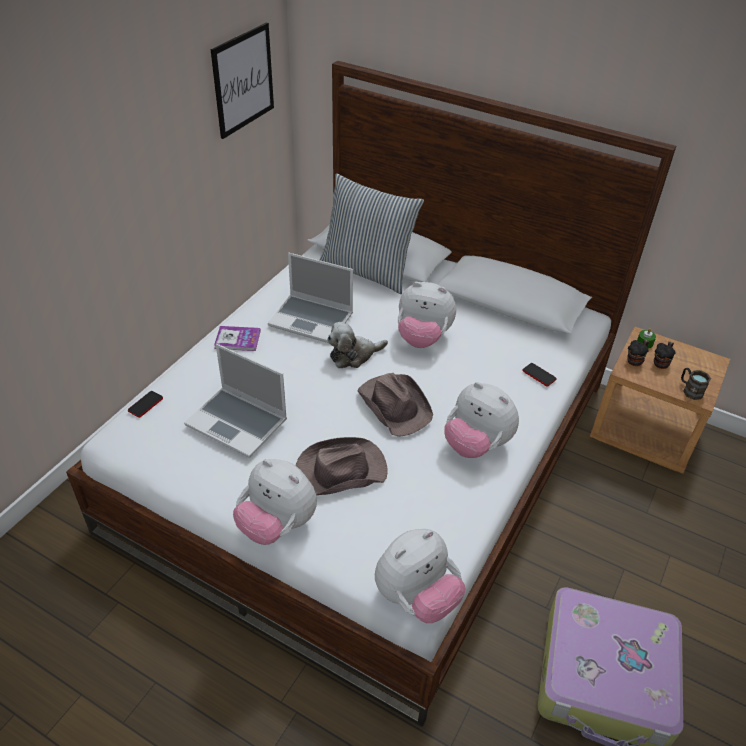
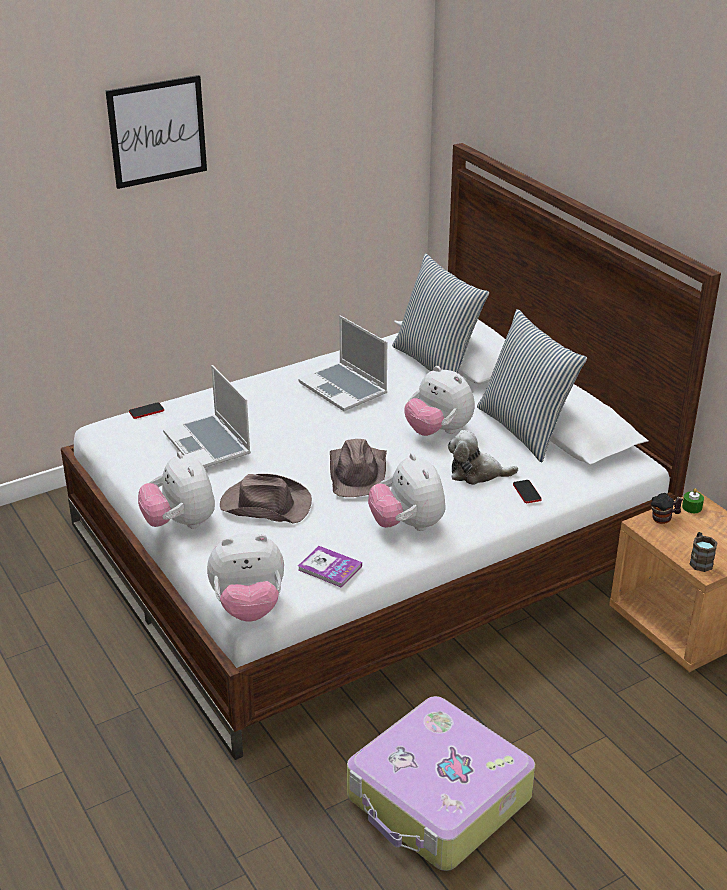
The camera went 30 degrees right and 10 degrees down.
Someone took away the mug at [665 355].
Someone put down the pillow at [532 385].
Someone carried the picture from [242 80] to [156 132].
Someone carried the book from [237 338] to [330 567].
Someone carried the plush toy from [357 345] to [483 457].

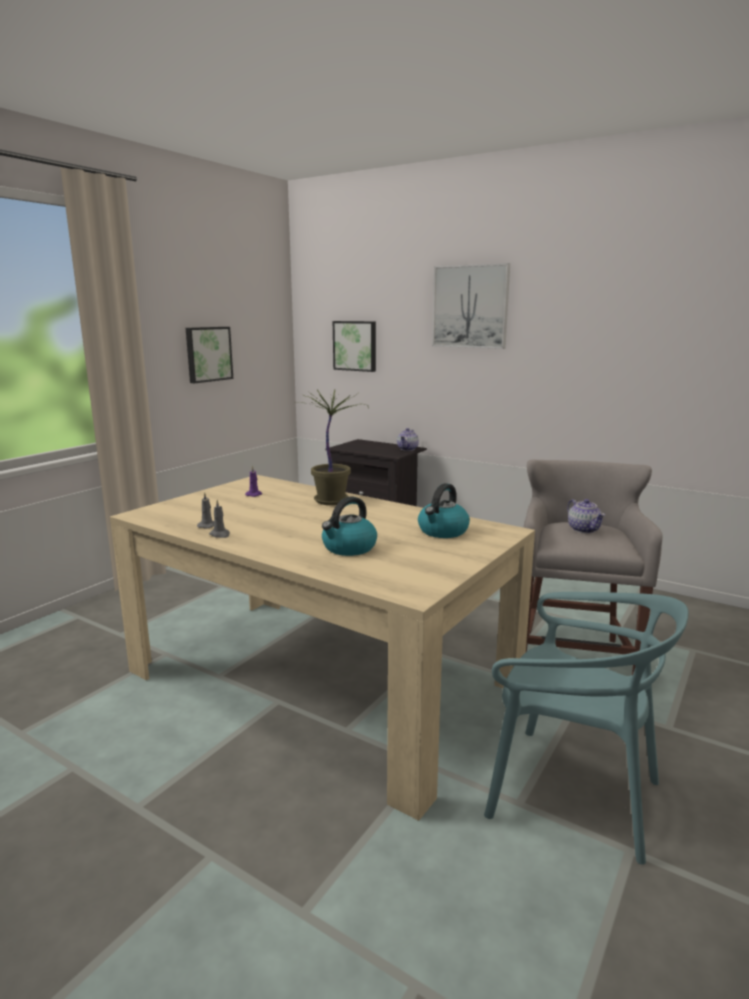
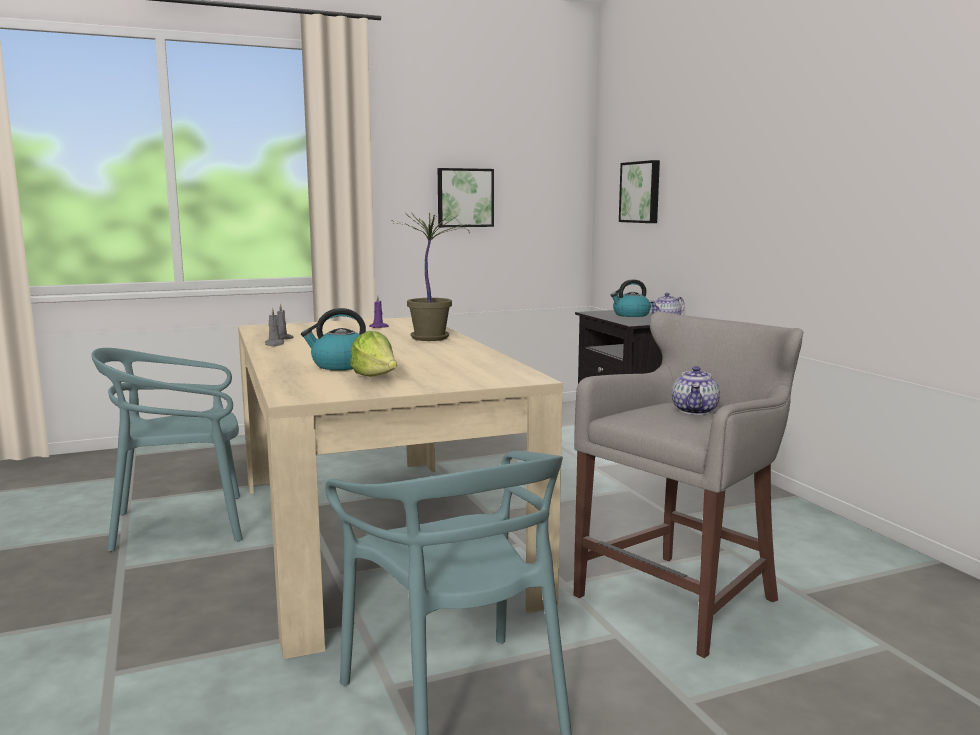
The camera went 35 degrees right and 5 degrees down.
Someone took away the picture at [471 306].
Someone put down the turquoise chair at [167 450].
Someone put down the lettuce at [373 354].
Someone carried the kettle from [444 510] to [631 298].

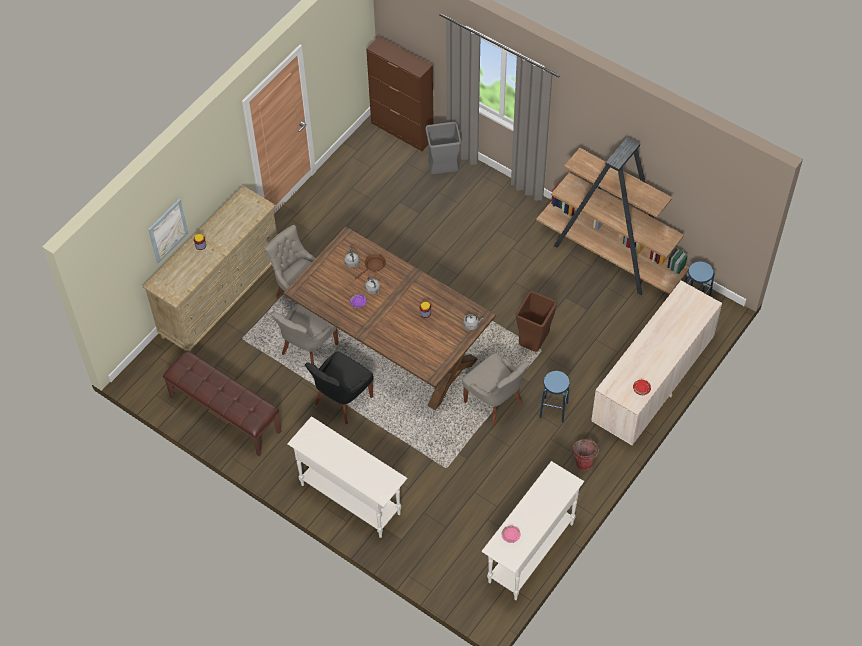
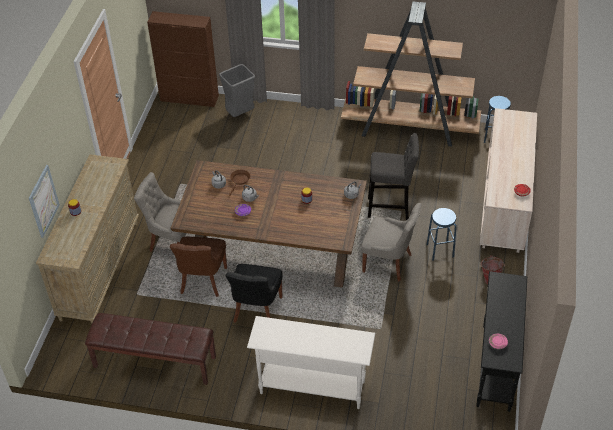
The camera went 25 degrees left and 10 degrees down.
Someone swapped the brown trash can at [536 321] for the grey stool at [393 176].
Someone repainted the grey chair at [305 334], which became the brown chair at [198 267].
Someone repainted the white console table at [532 530], which became the black console table at [501 341].

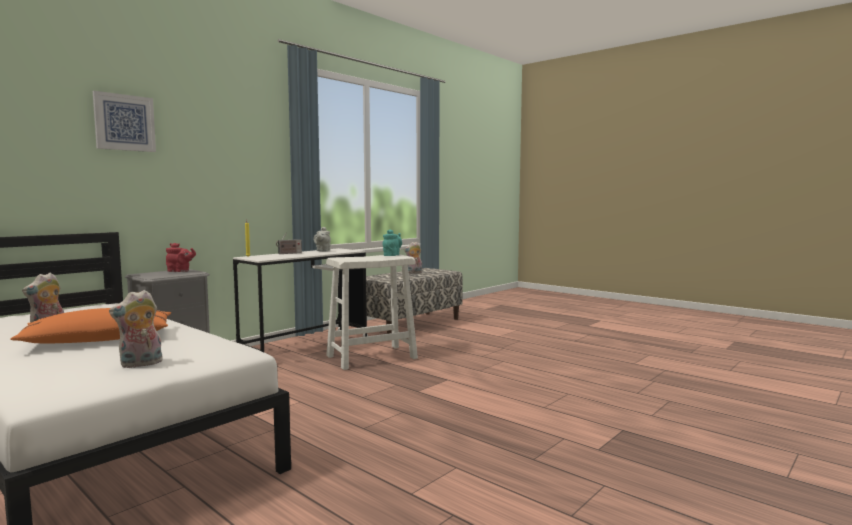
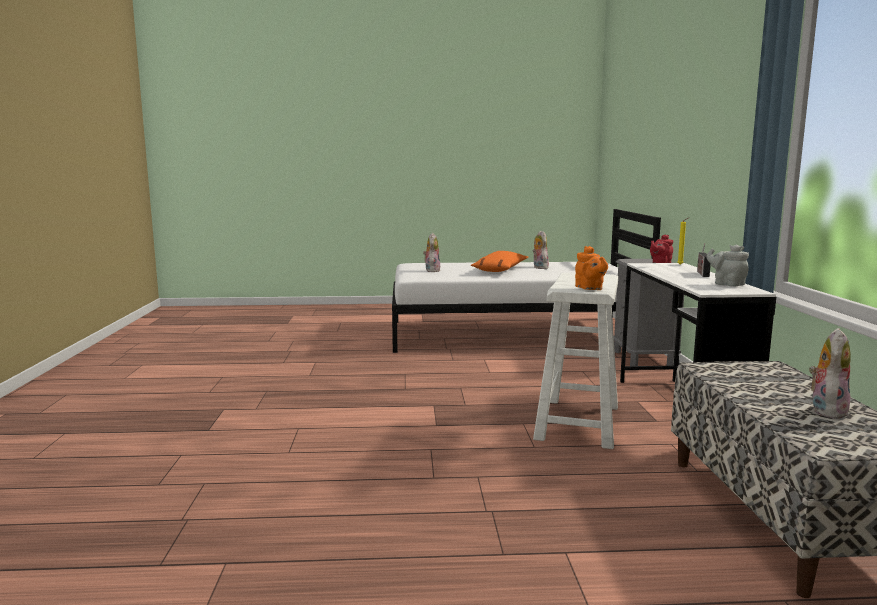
The camera went 135 degrees right and 5 degrees up.
Someone took away the picture at [124 121].
Someone repainted the turquoise teapot at [392 243], which became the orange teapot at [591 268].

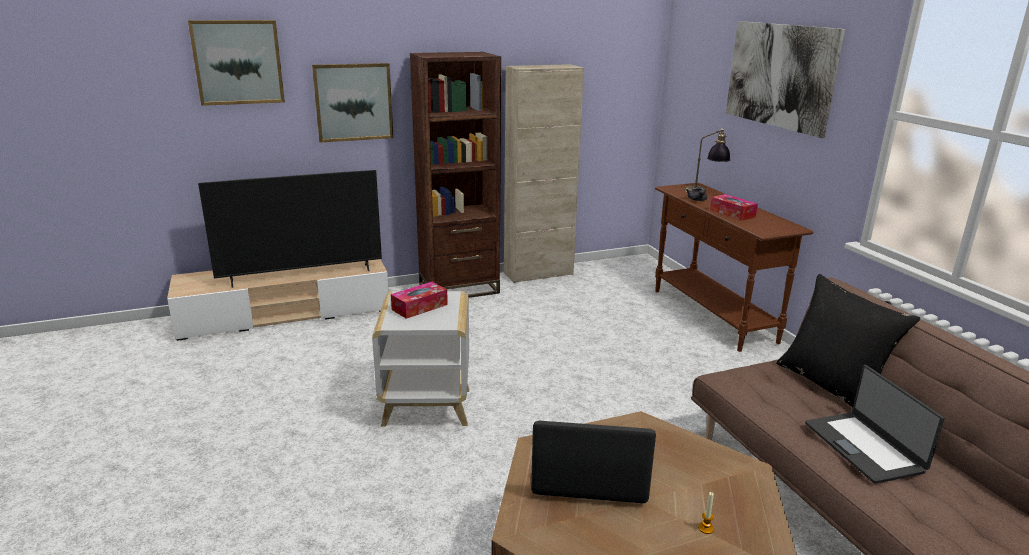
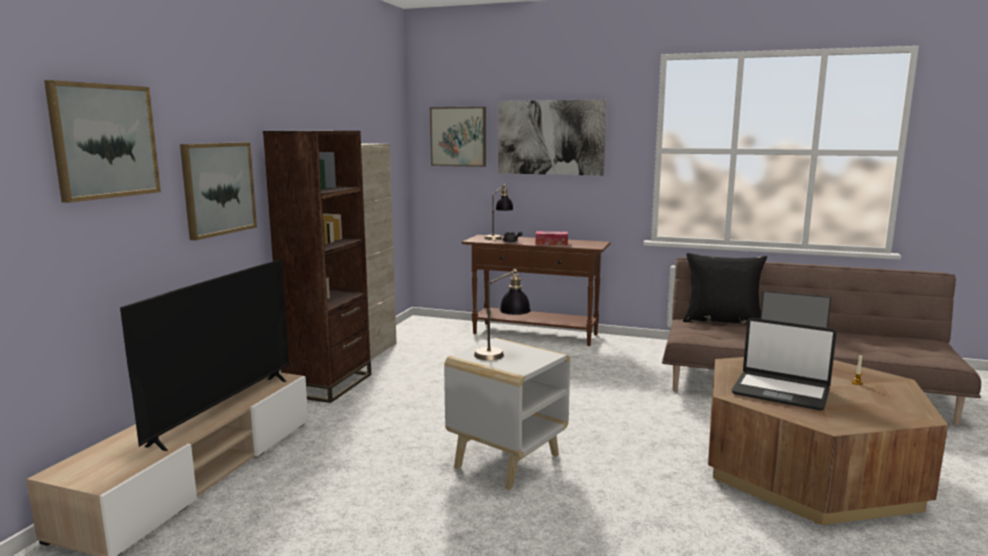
The camera went 50 degrees left and 10 degrees down.
Someone put up the picture at [458 137].
Someone swapped the tissue box at [419 300] for the table lamp at [502 314].
Someone rotated the laptop at [593 462] by 105 degrees counterclockwise.

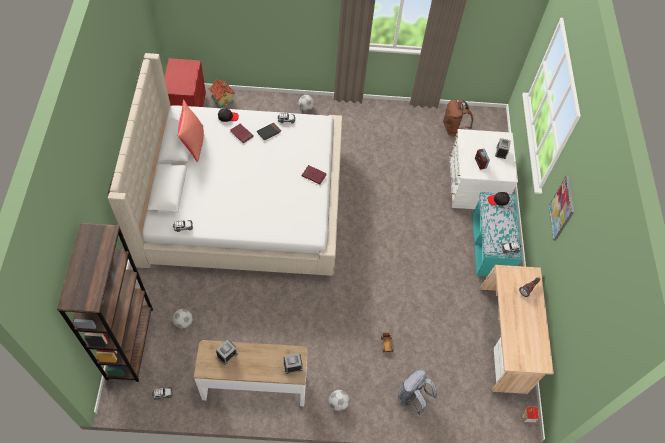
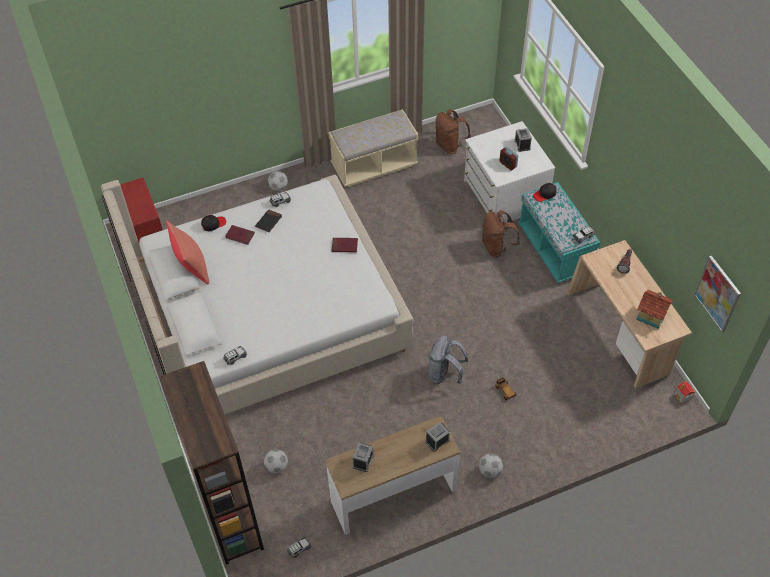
The camera went 20 degrees left and 5 degrees down.
Someone put down the beige bench at [373 148].
Someone put down the brown backpack at [501 234].
Someone carried the toy house from [222 93] to [654 309].
Someone carried the grey backpack from [417 392] to [448 359].
Someone carried the picture from [561 208] to [718 294].

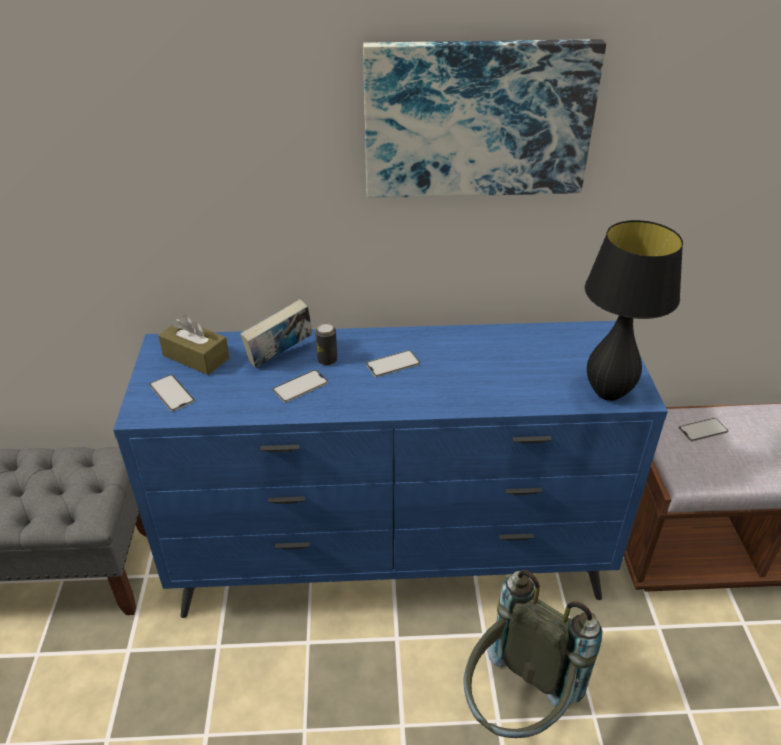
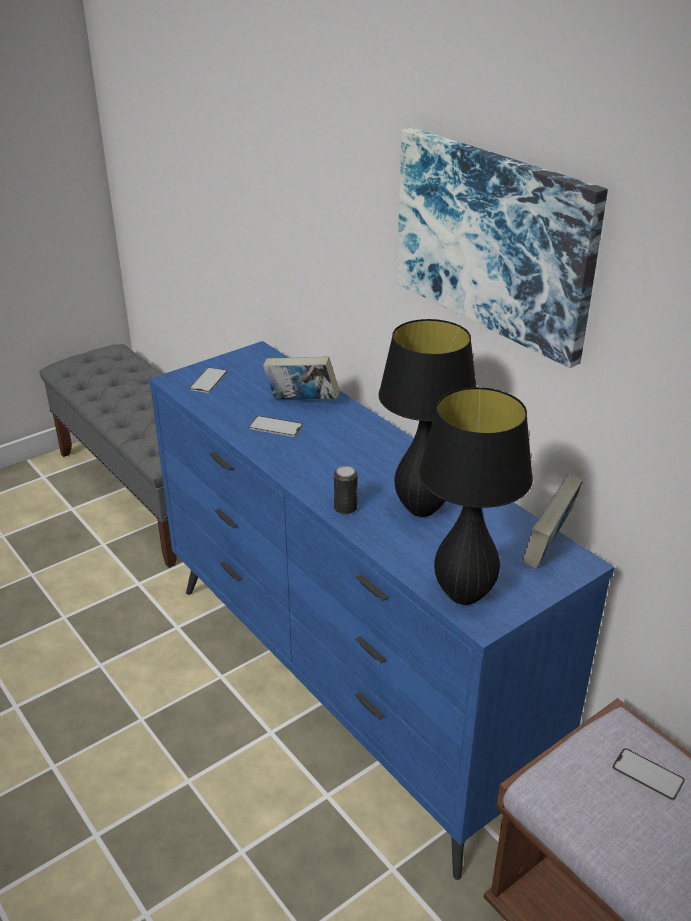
The camera went 55 degrees right and 5 degrees down.
Someone took away the brown tissue box at [194 345].
Someone took away the phone at [393 363].
Someone took away the grey backpack at [533 654].
Someone put down the black table lamp at [427 418].
Someone put down the book at [553 521].
Someone carried the can from [326 344] to [345 490].

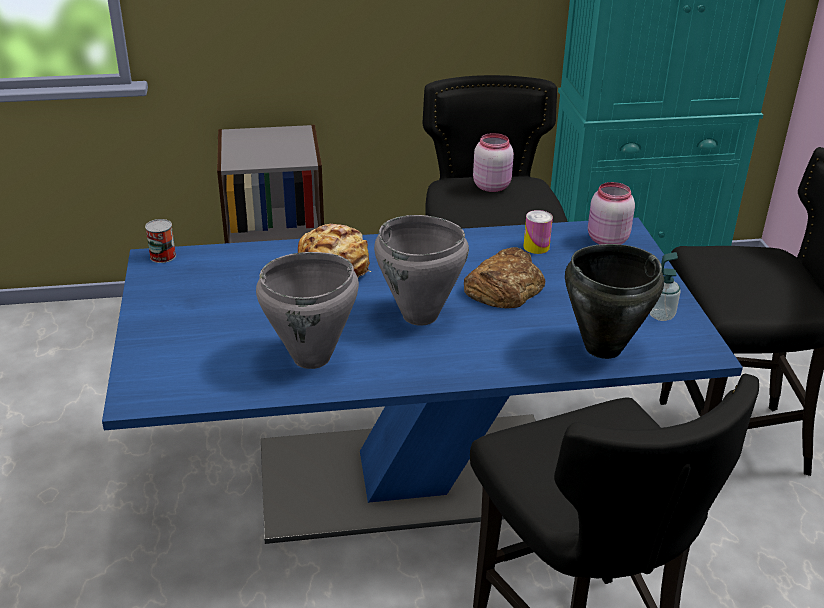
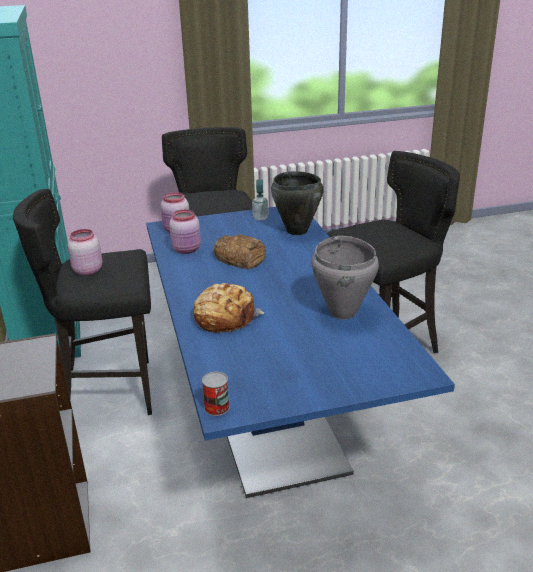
The camera went 95 degrees left and 5 degrees down.
Someone took away the grey cooking pot at [421 270].
Someone swapped the can at [538 232] for the pink jar at [185 231].

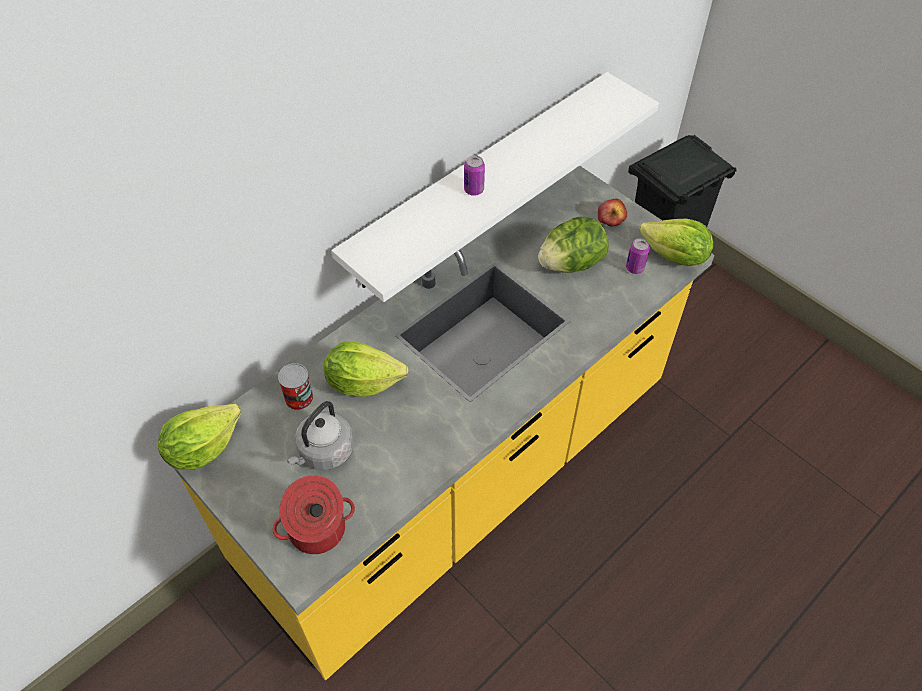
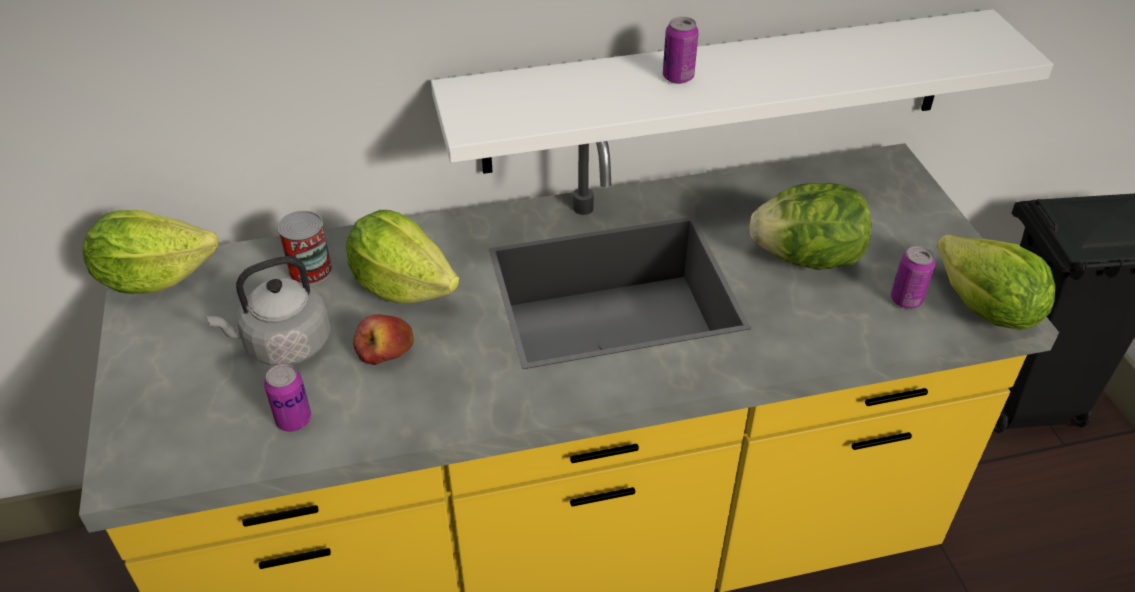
The camera went 30 degrees right and 10 degrees down.
Someone took away the cooking pot at [313 514].
Someone put down the can at [287 398].
Someone carried the apple from [612 212] to [383 339].

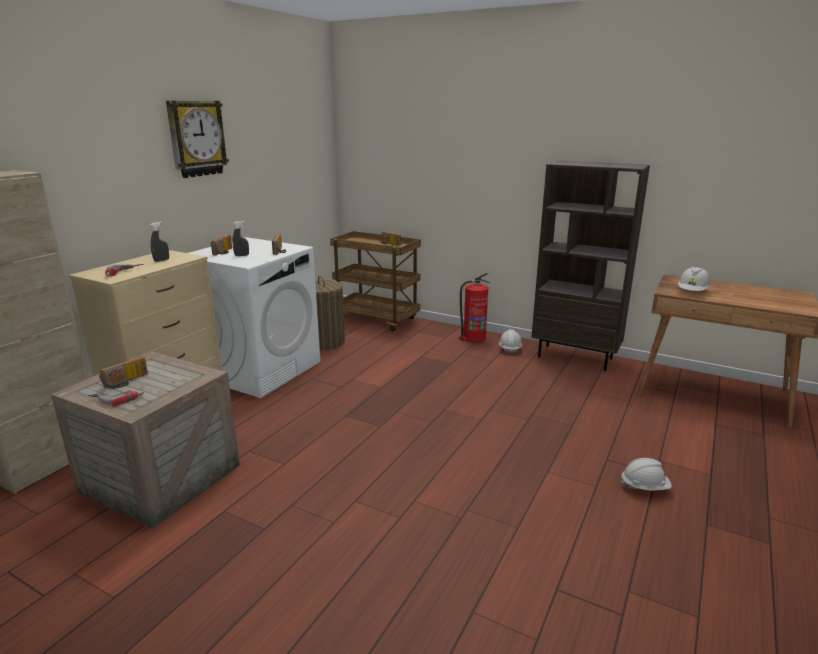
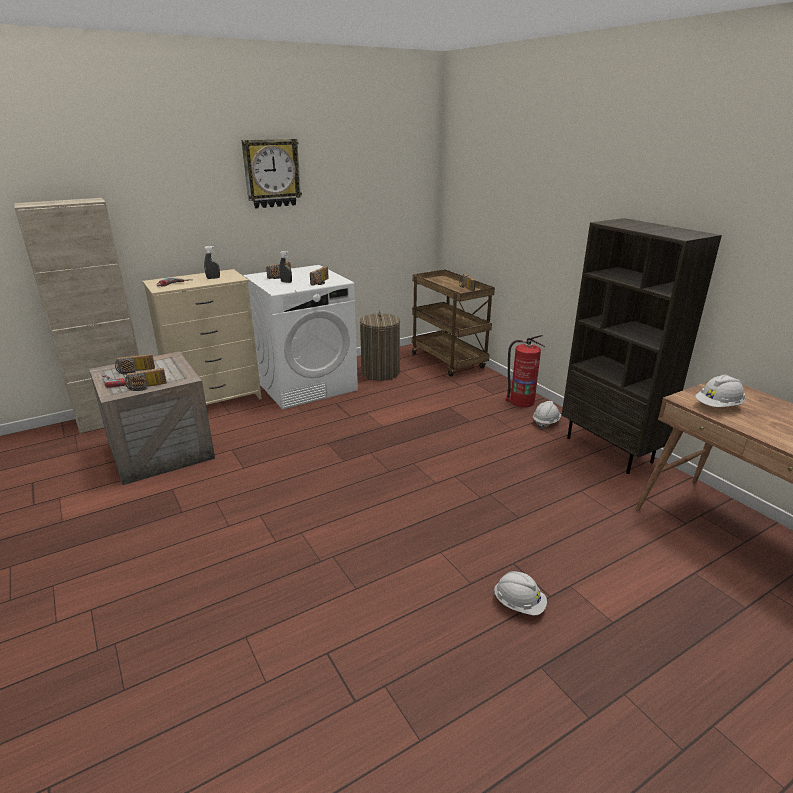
The camera went 30 degrees right and 5 degrees up.
Someone put down the radio at [146 379].

